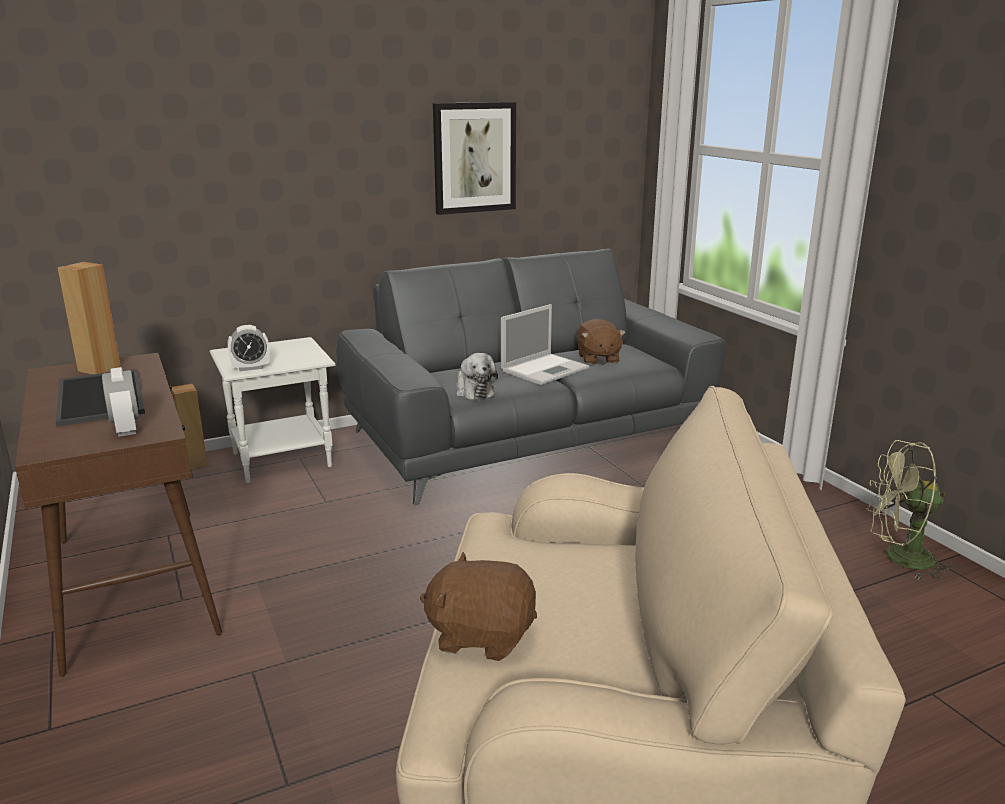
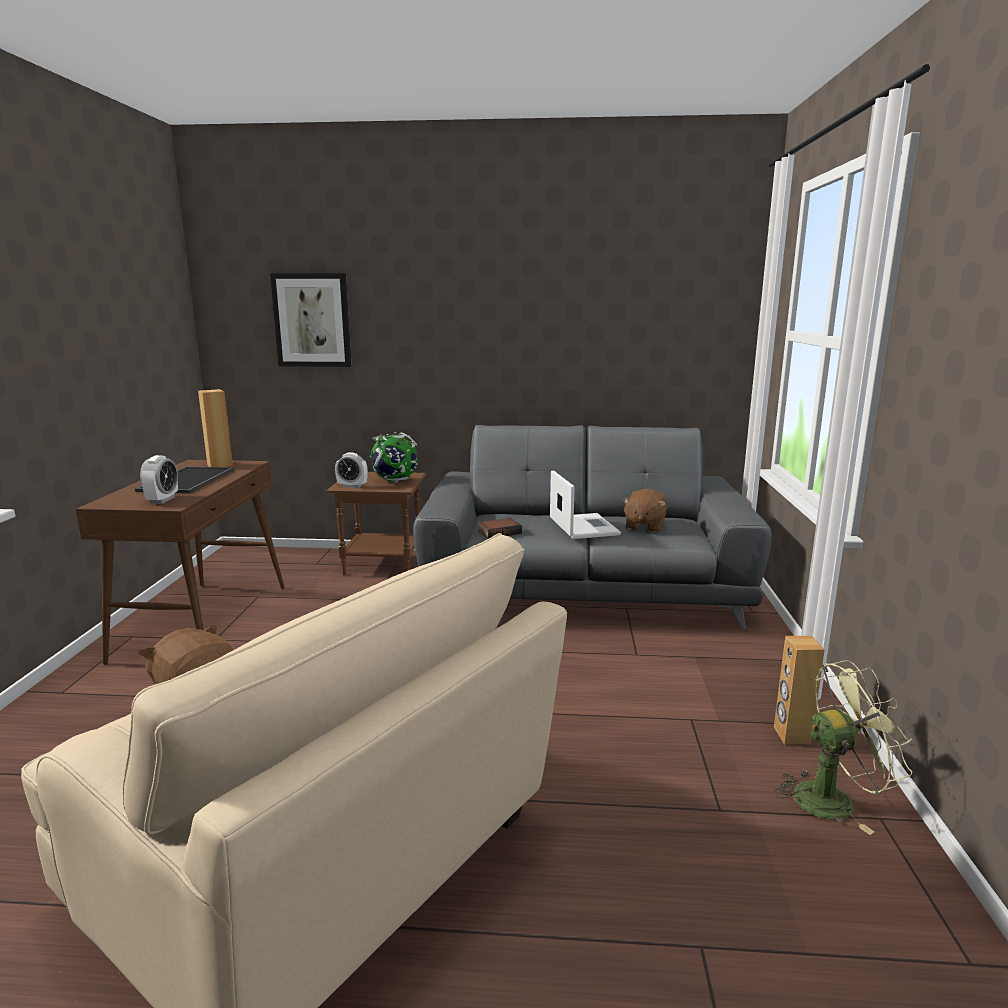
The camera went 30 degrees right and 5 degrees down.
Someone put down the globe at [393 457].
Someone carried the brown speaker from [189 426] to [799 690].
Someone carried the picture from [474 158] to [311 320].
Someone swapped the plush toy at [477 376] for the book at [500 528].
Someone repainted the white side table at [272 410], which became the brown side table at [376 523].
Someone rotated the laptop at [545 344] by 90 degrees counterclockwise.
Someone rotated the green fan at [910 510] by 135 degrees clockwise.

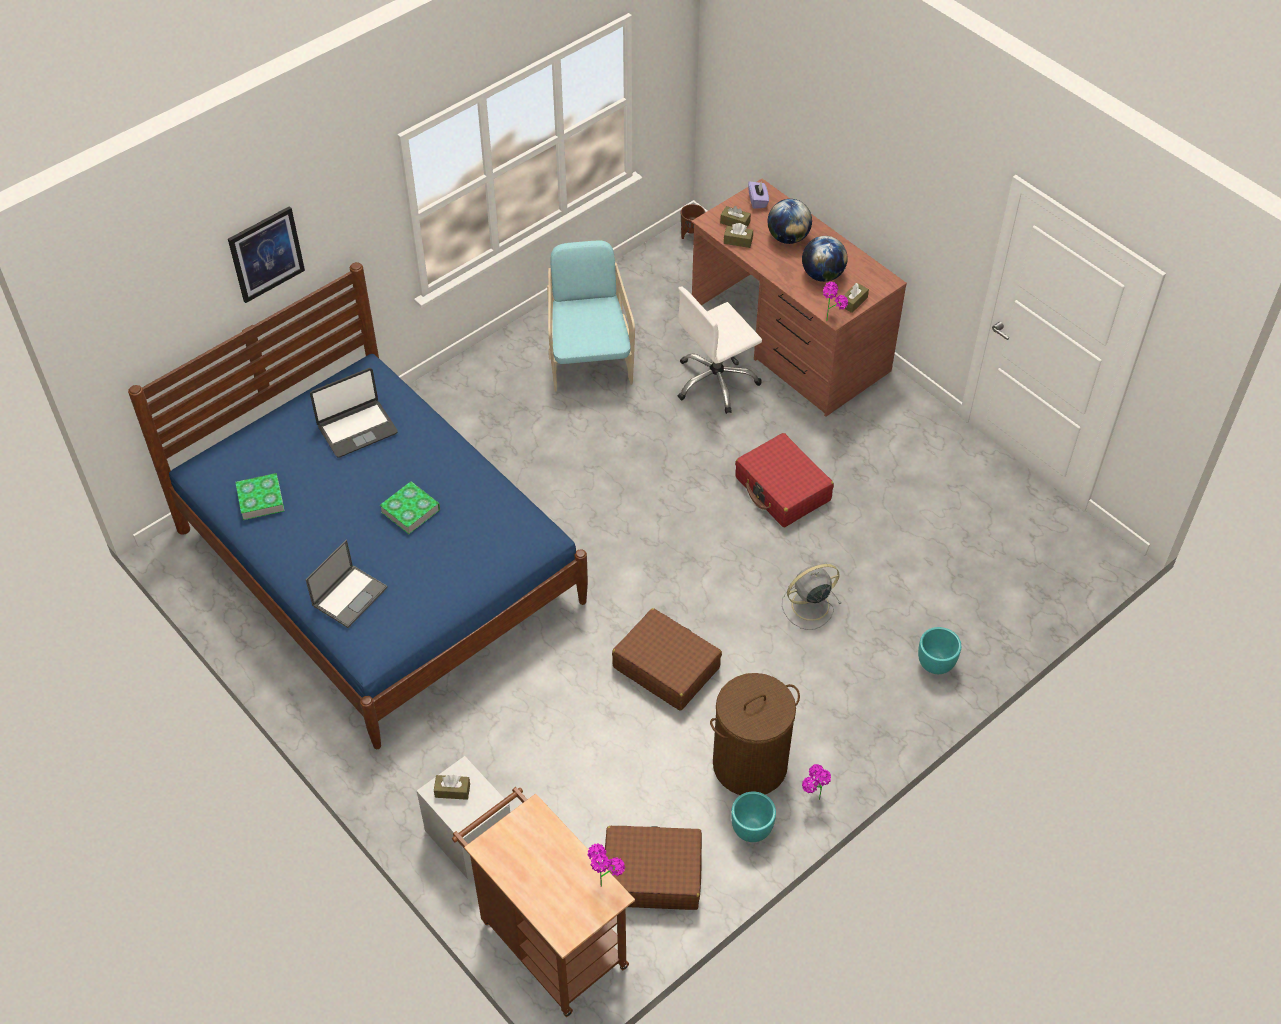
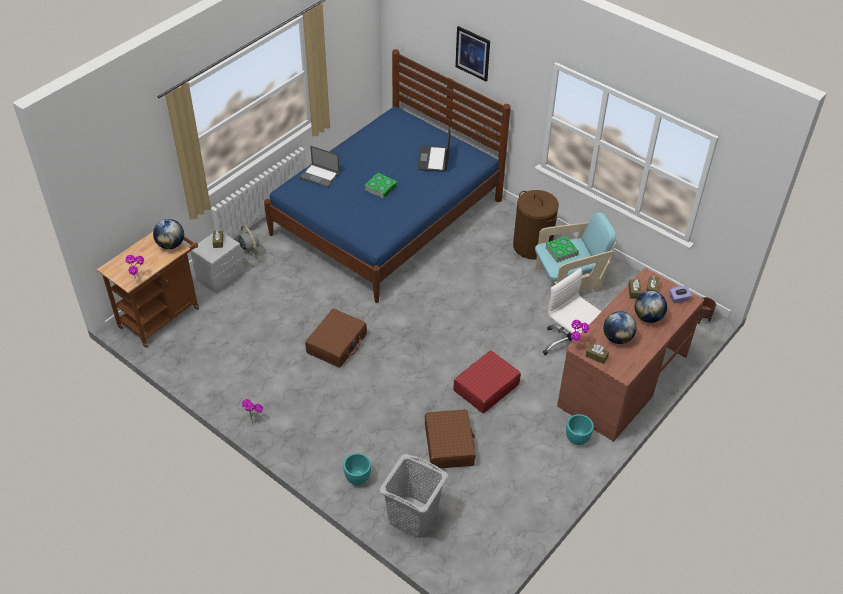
The camera went 80 degrees right and 5 degrees down.
Someone put down the globe at [168 234].
Someone put down the grey laundry basket at [413 496].
Someone carried the book from [260 496] to [562 249].
Someone carried the brown suitcase from [653 868] to [450 439].
Someone carried the brown laundry basket from [755 734] to [536 225].
Someone carried the turquoise planter from [753 816] to [580 429].
Someone carried the grey fan from [811 597] to [252 246].
Someone rotated the laptop at [354 413] by 45 degrees clockwise.

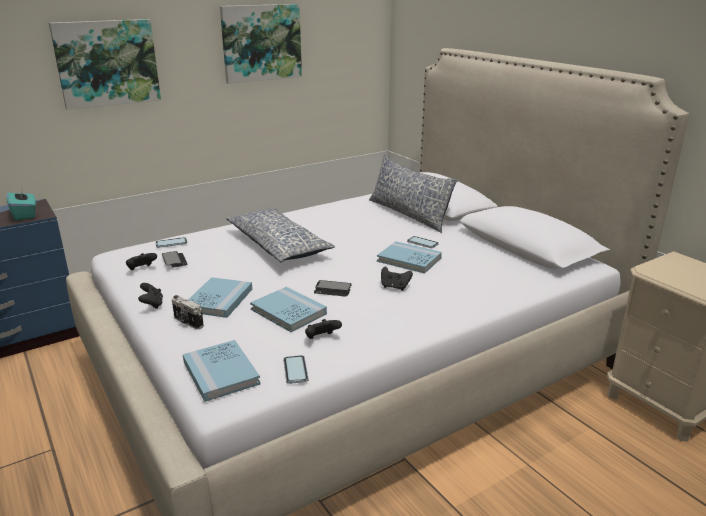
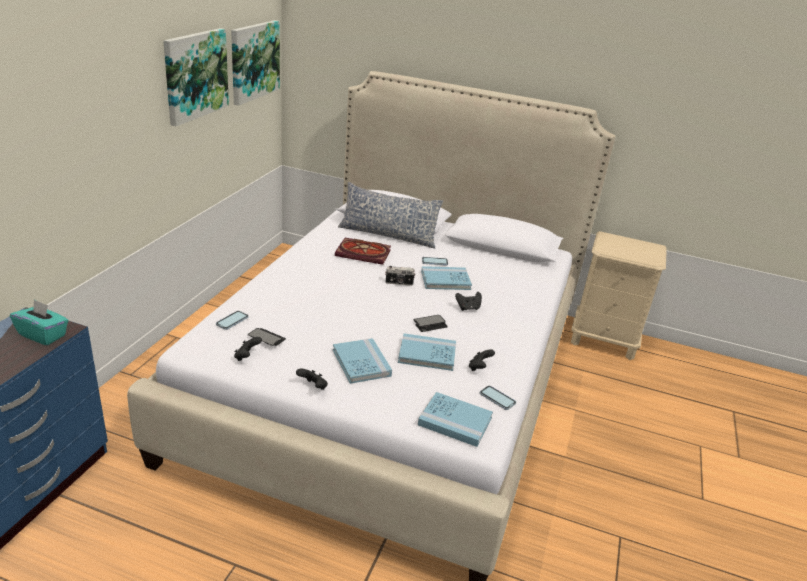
The camera went 40 degrees left and 5 degrees up.
Someone took away the pillow at [280 236].
Someone put down the book at [363 251].
Someone carried the picture from [105 64] to [255 63].
Someone carried the photo camera from [188 312] to [400 276].

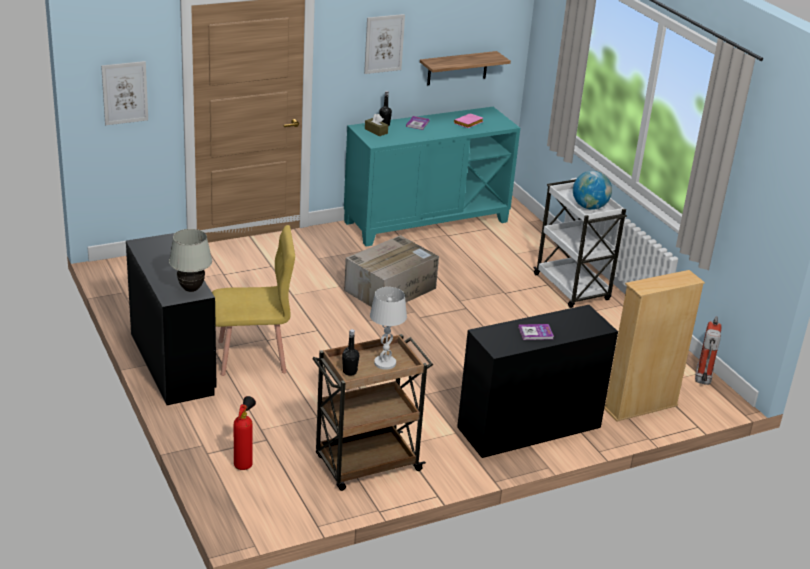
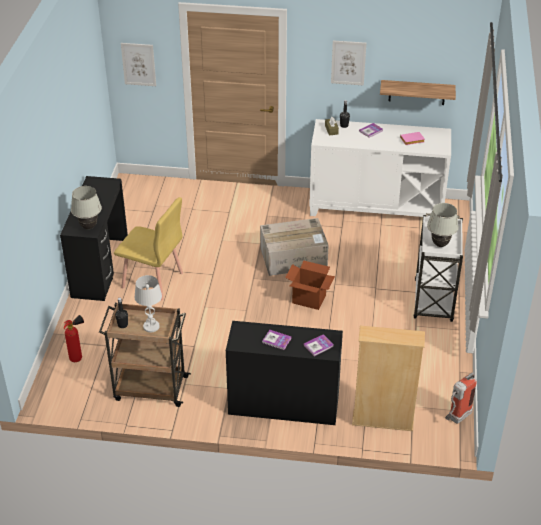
The camera went 35 degrees right and 10 degrees up.
Someone put down the cardboard box at [310 285].
Someone put down the book at [319 345].
Someone swapped the globe at [592 190] for the white table lamp at [442 225].
Someone repainted the turquoise cabinet at [432 177], which became the white cabinet at [380 168].

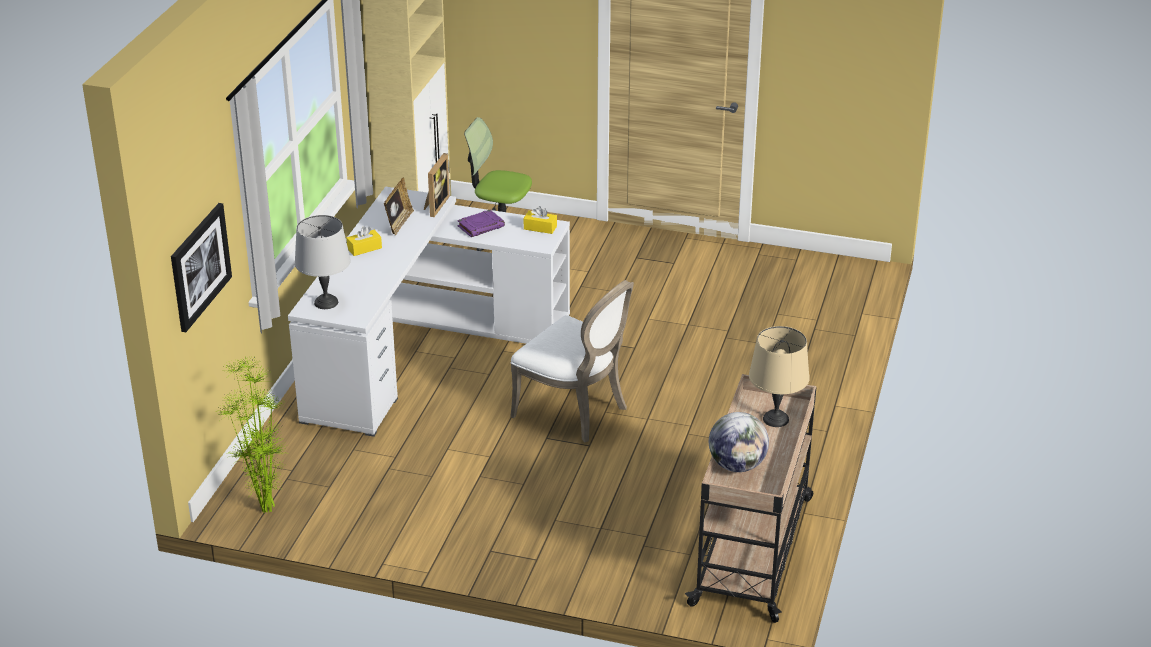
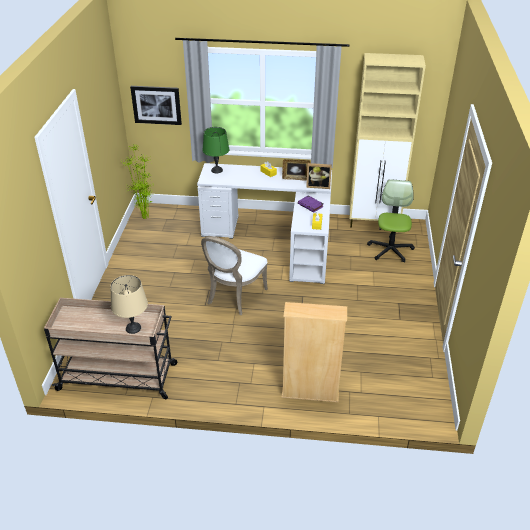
The camera went 80 degrees right and 5 degrees up.
Someone took away the globe at [739 442].
Someone put down the beige bookcase at [314 352].
Someone repainted the grey table lamp at [323 262], which became the green table lamp at [215 150].

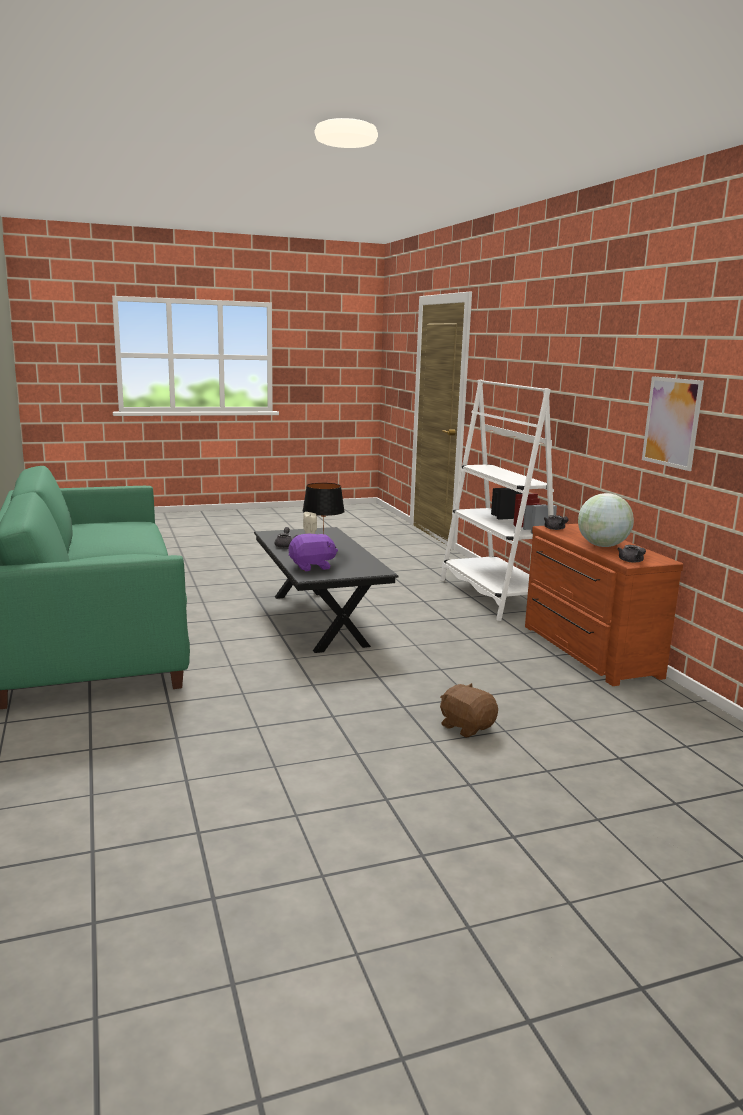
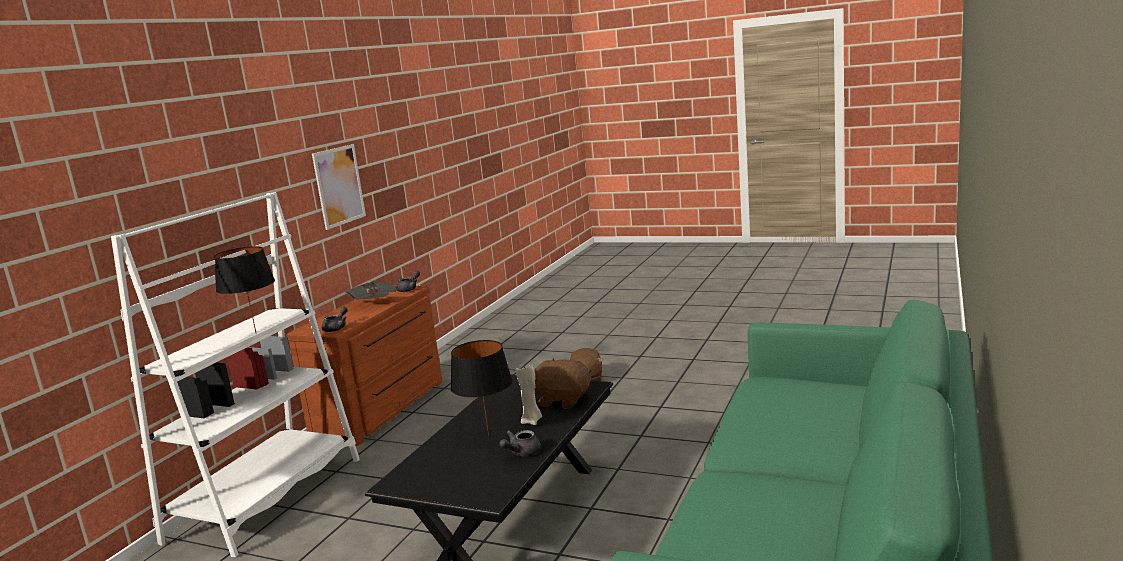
The camera went 135 degrees left and 0 degrees up.
Someone put down the black table lamp at [244 289].
Someone swapped the globe at [606 520] for the newspaper at [371 290].
Someone repainted the purple plush toy at [313 552], which became the brown plush toy at [562 383].

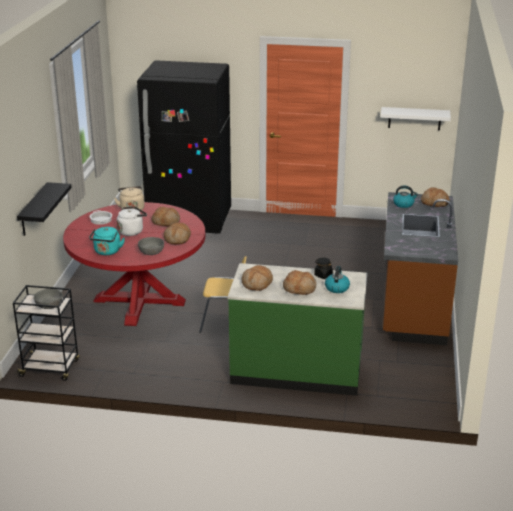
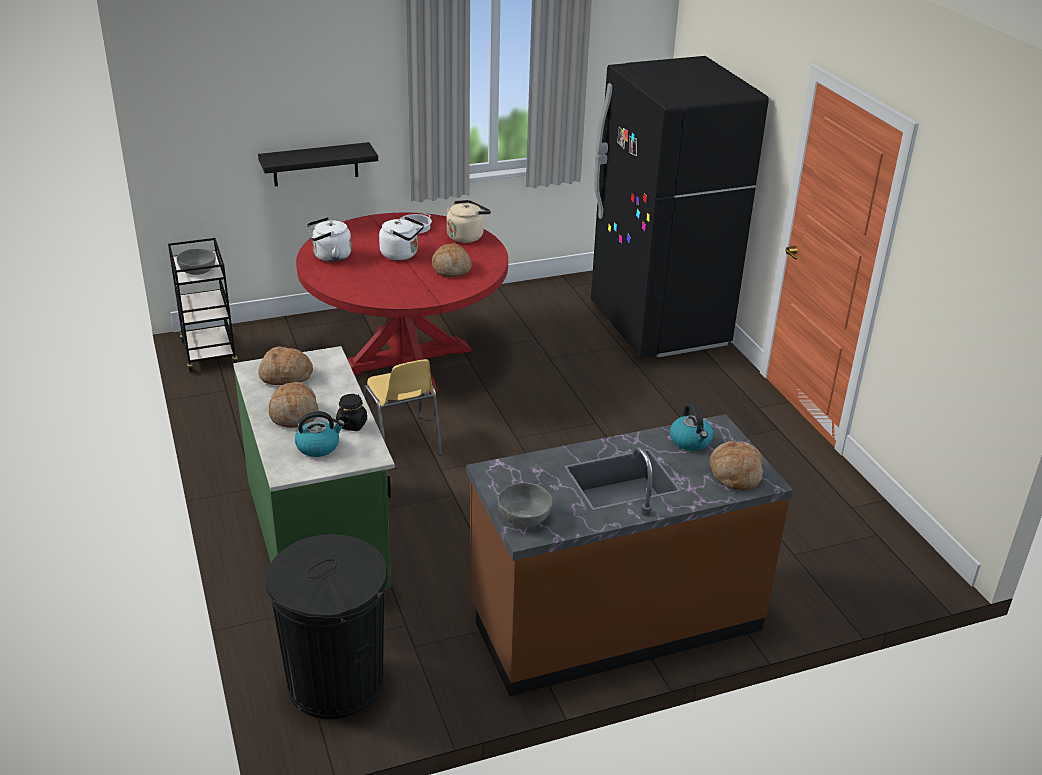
The camera went 60 degrees right and 5 degrees up.
Someone took away the bread at [177 233].
Someone took away the white shelf at [416 119].
Someone put down the black trash can at [326 626].
Someone carried the grey bowl from [151 246] to [525 505].
Someone repainted the turquoise kettle at [107 241], which became the white kettle at [329 239].

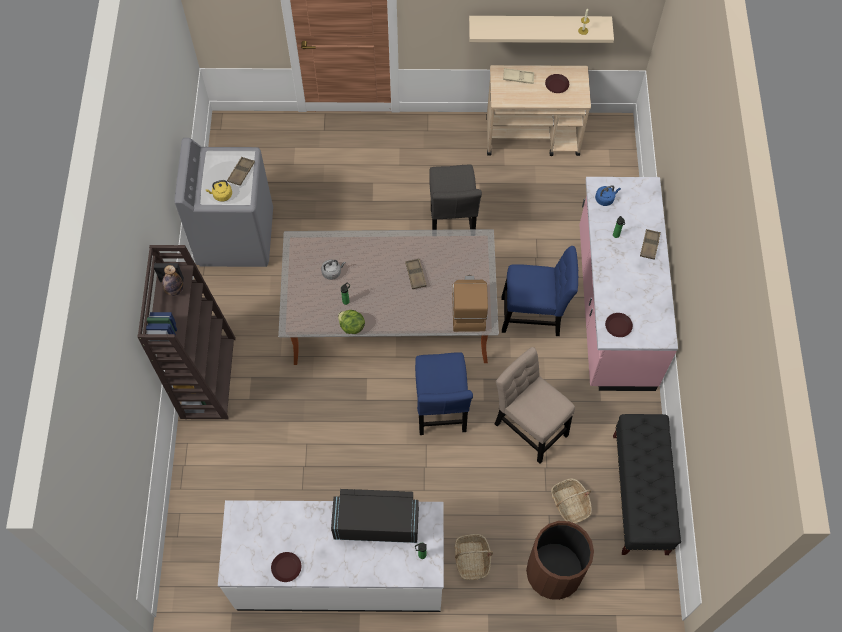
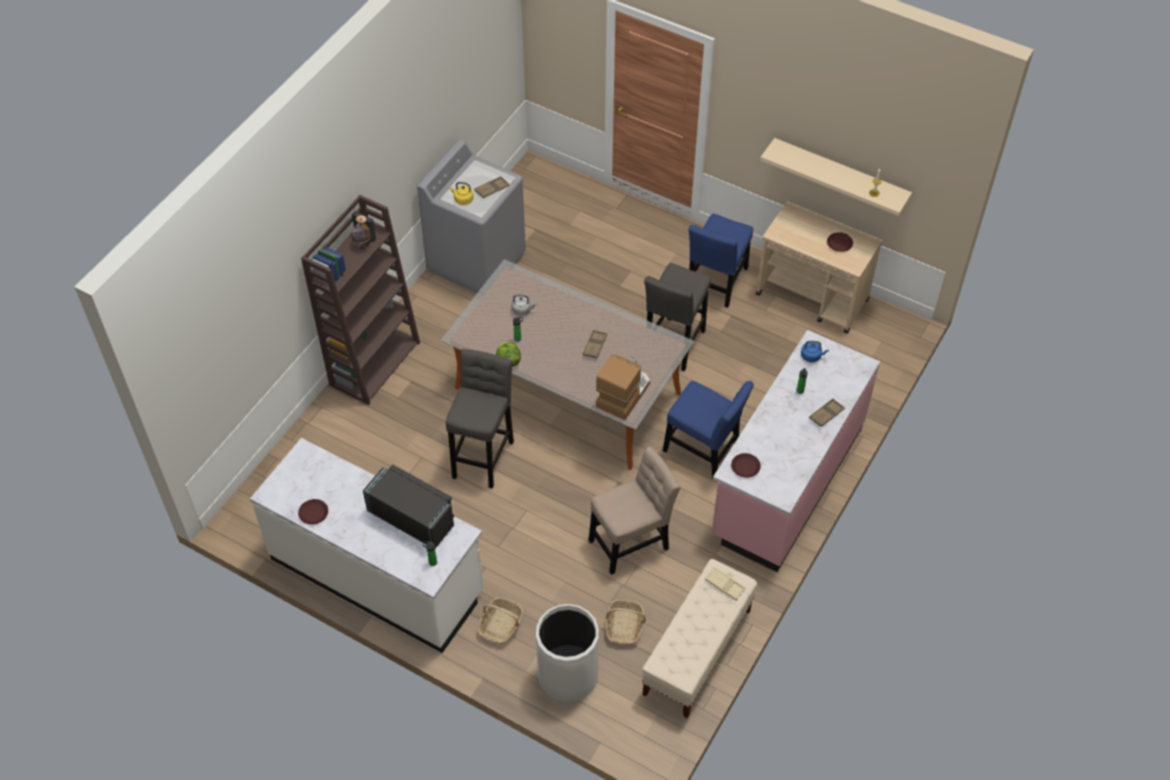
The camera went 30 degrees right and 10 degrees down.
Someone put down the grey stool at [480 418].
Someone carried the blue chair from [444 393] to [720 261].
Someone carried the beige tray from [518 76] to [725 584].
Someone repainted the brown trash can at [560 560], which became the white trash can at [567 653].
Someone repainted the black bench at [647 484], which became the beige bench at [699 638].
Someone rotated the beige chair at [535 405] by 75 degrees clockwise.

